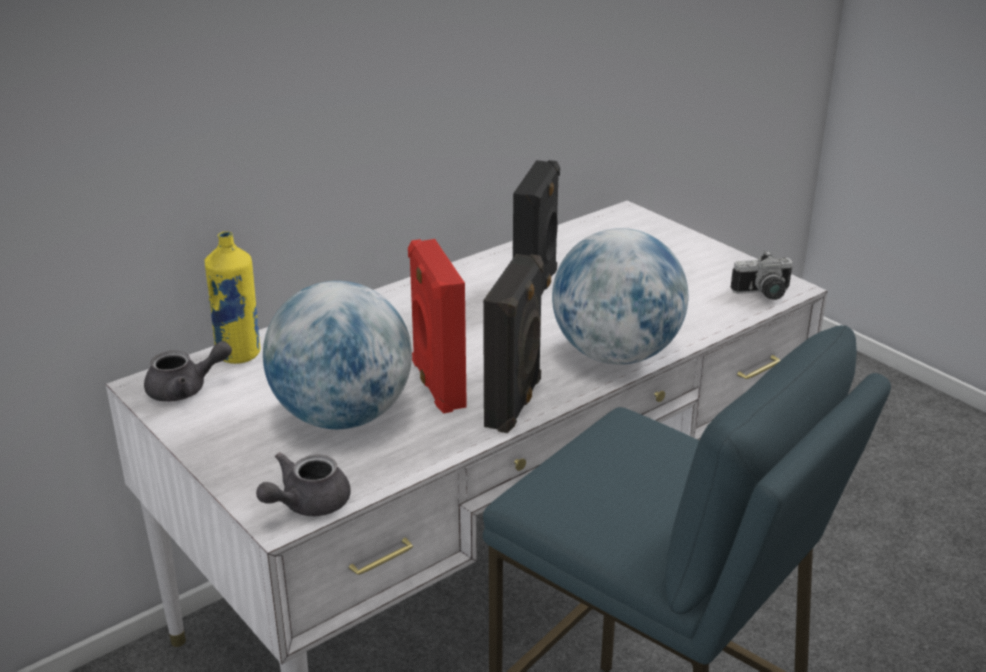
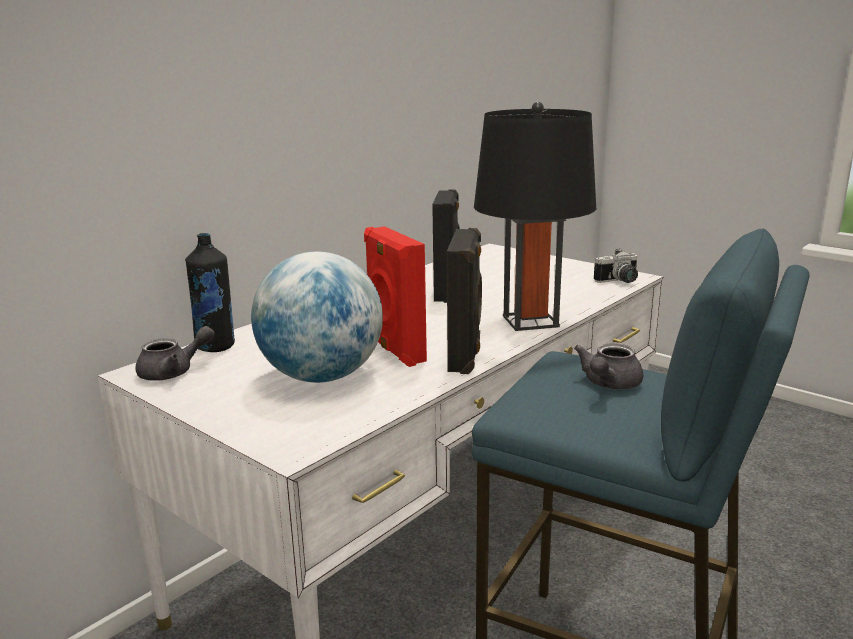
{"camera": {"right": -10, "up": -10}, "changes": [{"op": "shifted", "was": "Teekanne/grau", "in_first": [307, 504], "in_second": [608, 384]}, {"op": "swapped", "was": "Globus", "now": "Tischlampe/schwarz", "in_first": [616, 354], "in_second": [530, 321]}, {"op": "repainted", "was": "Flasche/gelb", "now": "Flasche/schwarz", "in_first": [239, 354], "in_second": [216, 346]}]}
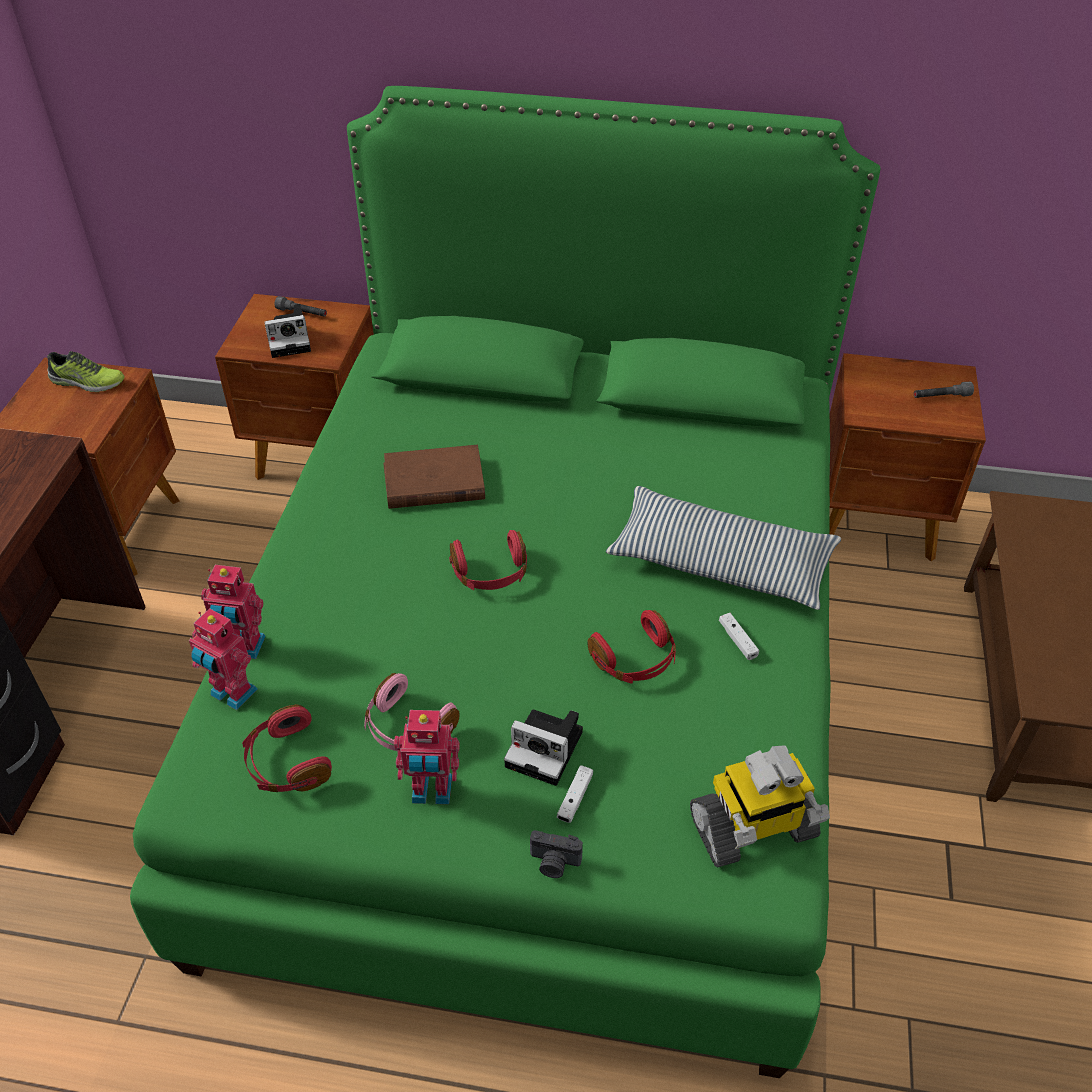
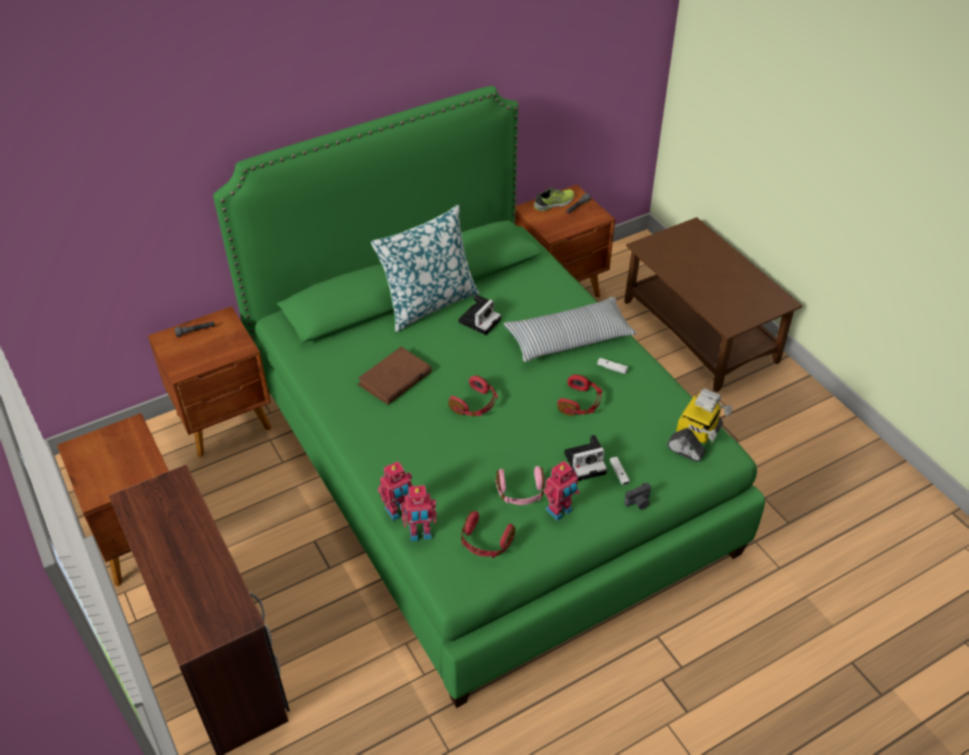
{"camera": {"right": -40, "up": 0}, "changes": [{"op": "new", "now": "Kissen", "in_second": [429, 303]}, {"op": "shifted", "was": "Schuh", "in_first": [87, 382], "in_second": [554, 203]}, {"op": "shifted", "was": "Kamera", "in_first": [290, 340], "in_second": [480, 320]}]}
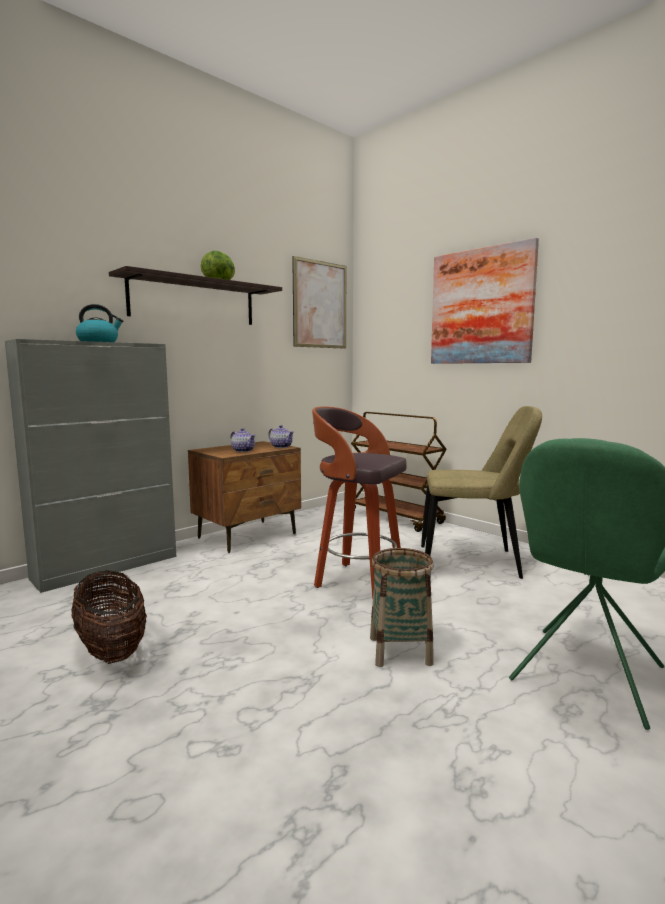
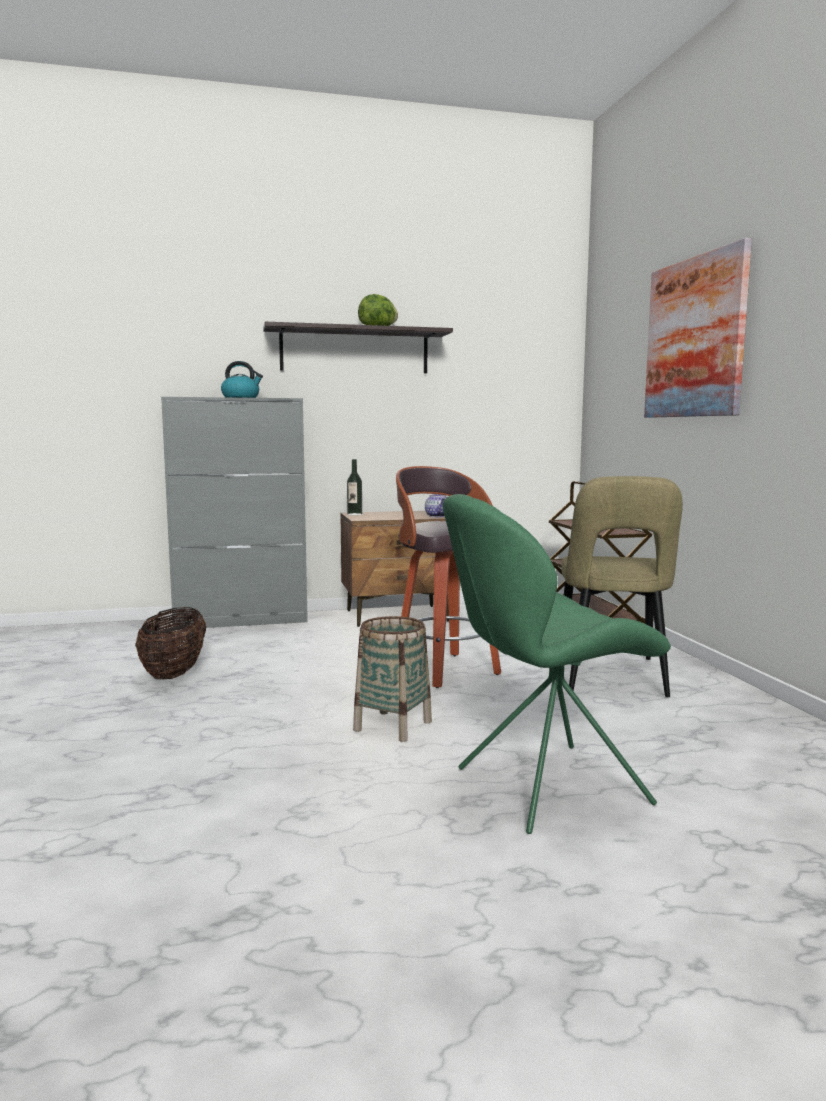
{"camera": {"right": 30, "up": 0}, "changes": [{"op": "gone", "was": "Teekanne", "in_first": [243, 451]}, {"op": "gone", "was": "Bild", "in_first": [320, 305]}, {"op": "new", "now": "Flasche", "in_second": [354, 514]}, {"op": "rotated", "was": "Stuhl/beige", "in_first": [474, 562], "in_second": [611, 678], "clockwise": 60}]}
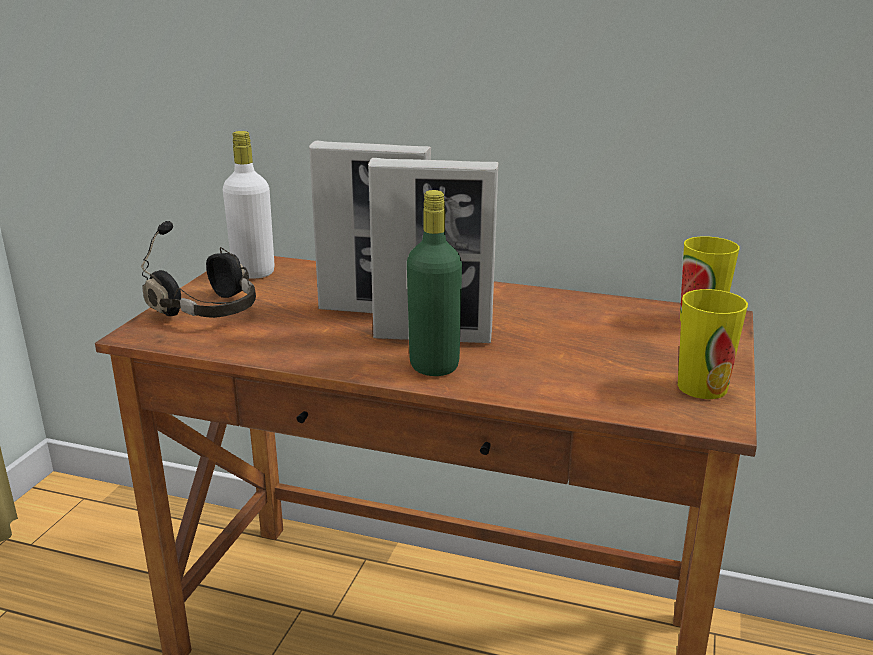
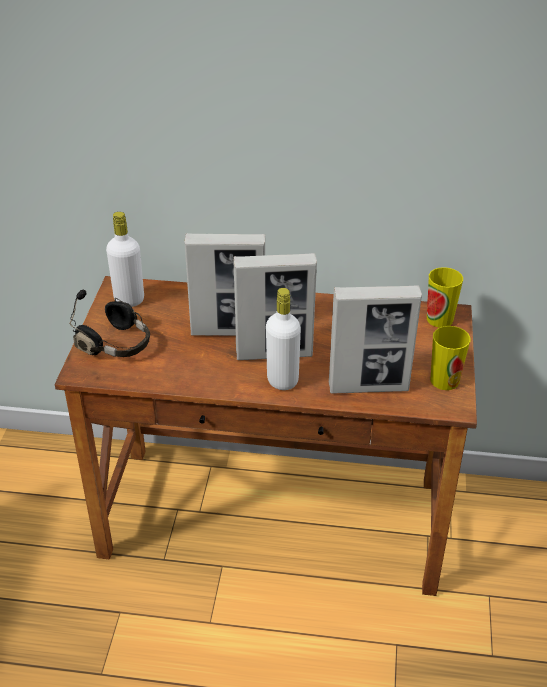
{"camera": {"right": -10, "up": 15}, "changes": [{"op": "new", "now": "Bilderrahmen", "in_second": [369, 387]}, {"op": "repainted", "was": "Flasche/grün", "now": "Flasche/weiß", "in_first": [434, 366], "in_second": [282, 380]}]}
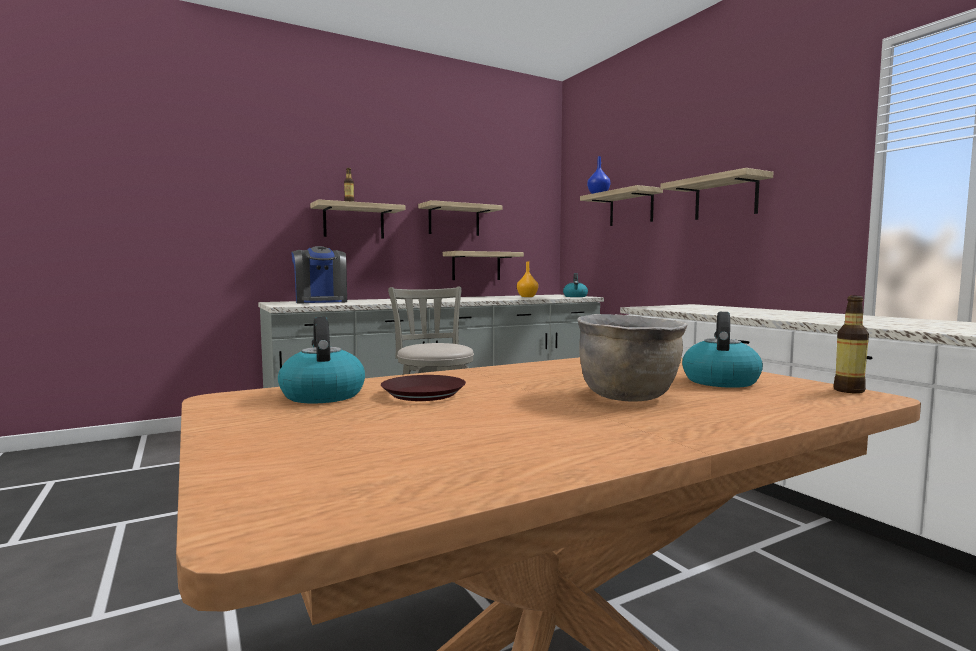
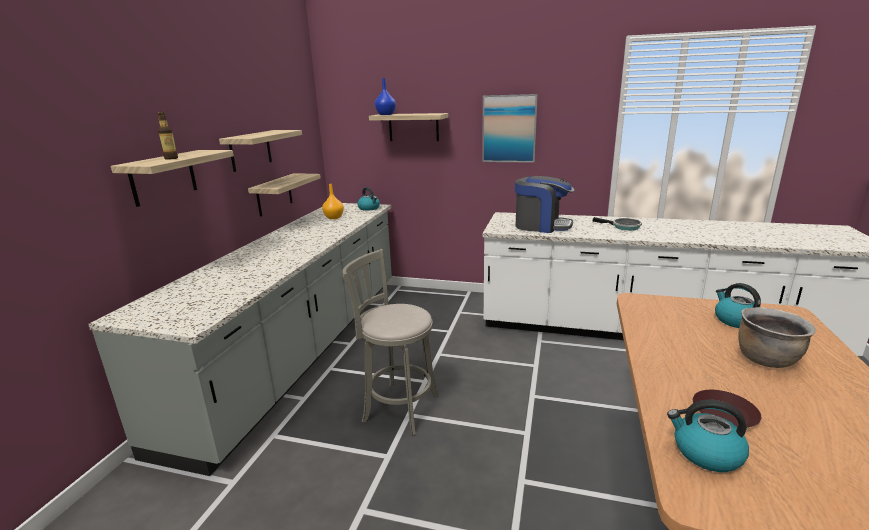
{"camera": {"right": -45, "up": 15}, "changes": [{"op": "gone", "was": "Flasche", "in_first": [848, 390]}, {"op": "new", "now": "Pfanne", "in_second": [623, 227]}, {"op": "shifted", "was": "Kaffeemaschine", "in_first": [321, 302], "in_second": [541, 226]}, {"op": "swapped", "was": "Wandregal", "now": "Bild", "in_first": [725, 198], "in_second": [509, 129]}]}
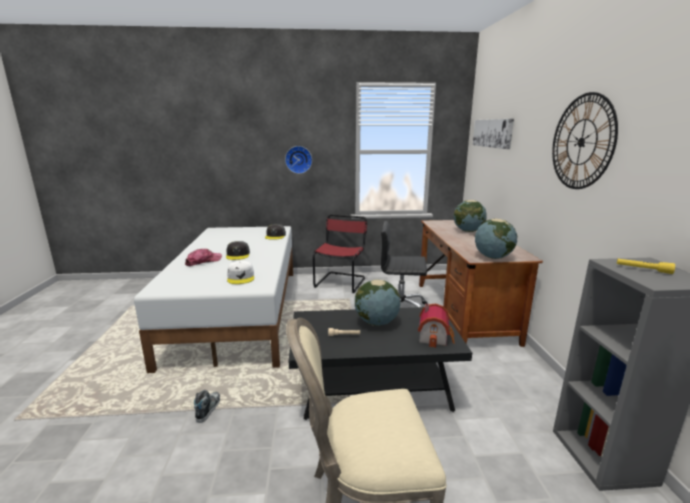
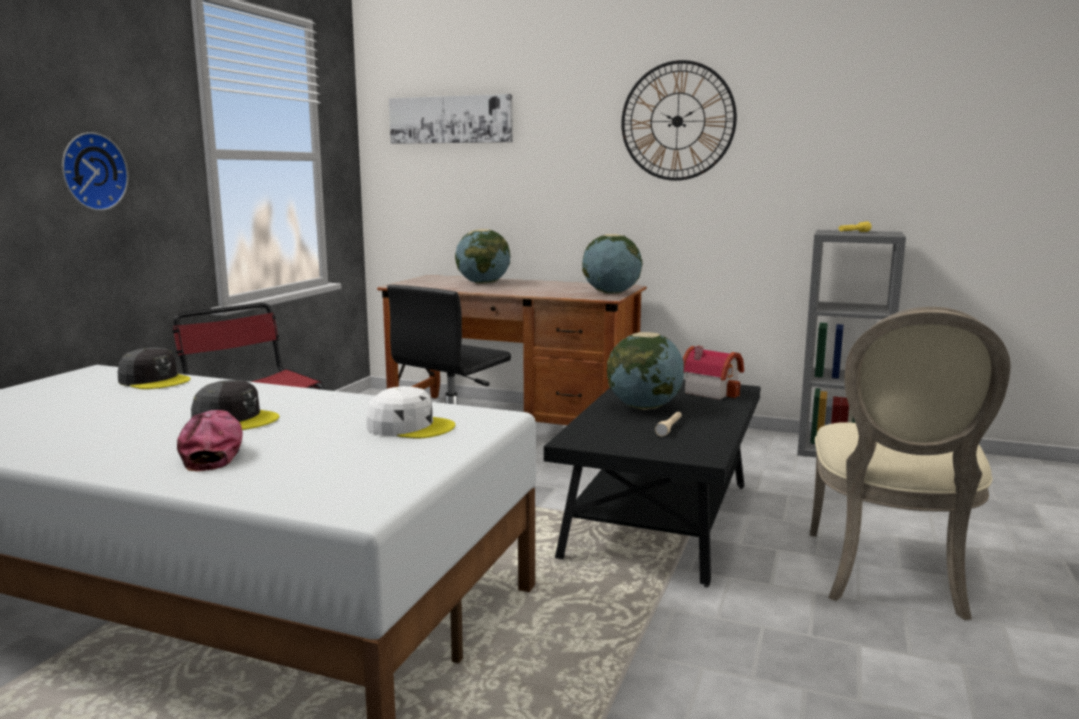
{"camera": {"right": -65, "up": -5}, "changes": [{"op": "gone", "was": "Schuh", "in_first": [208, 409]}]}
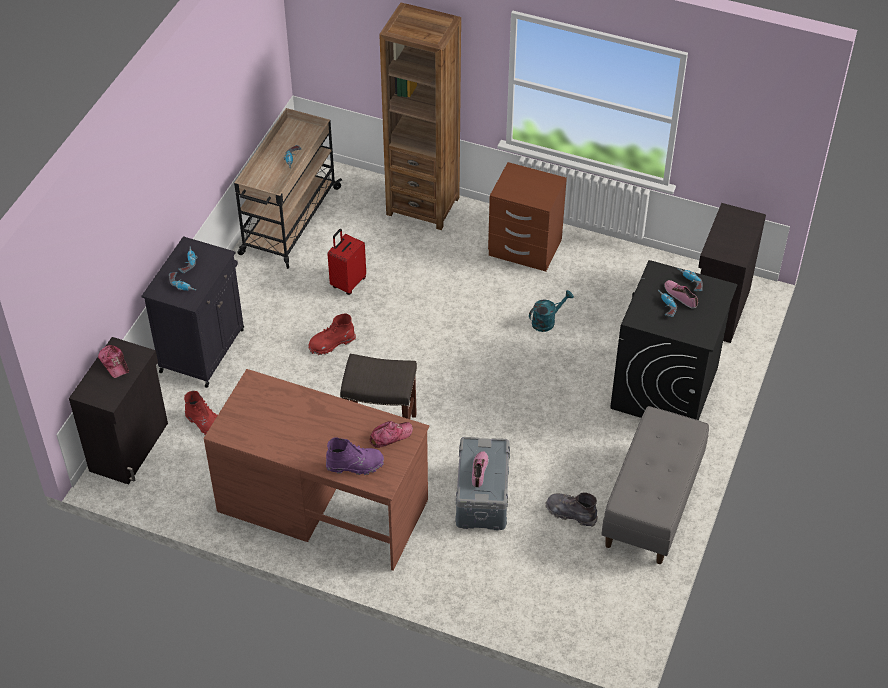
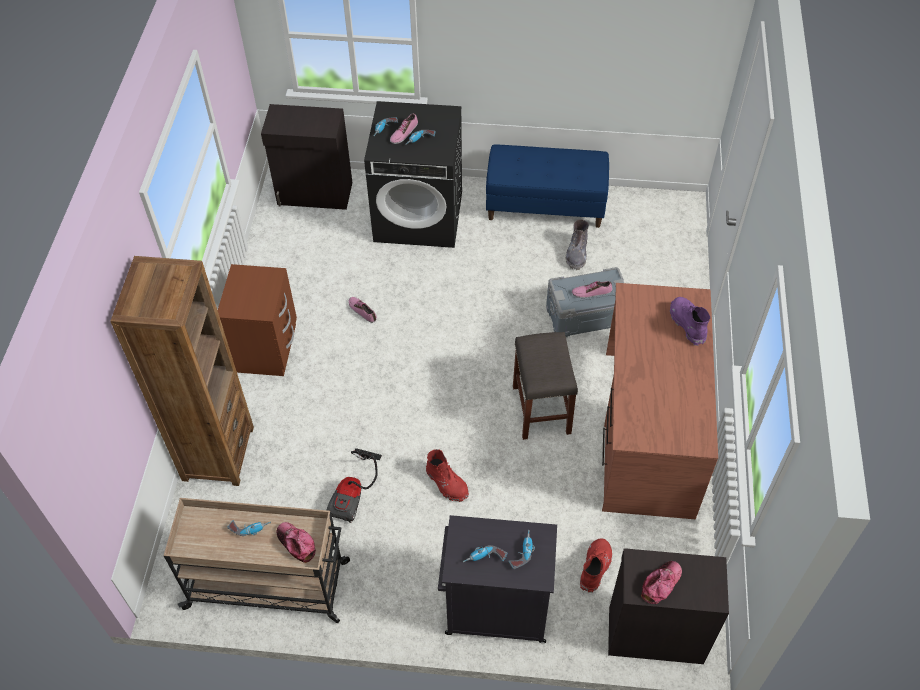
{"camera": {"right": -105, "up": 5}, "changes": [{"op": "shifted", "was": "Kappe", "in_first": [390, 436], "in_second": [296, 543]}, {"op": "swapped", "was": "Koffer/rot", "now": "Staubsauger", "in_first": [347, 283], "in_second": [355, 494]}, {"op": "swapped", "was": "Gießkanne/türkis", "now": "Schuh", "in_first": [547, 321], "in_second": [362, 311]}, {"op": "repainted", "was": "Bank/grau", "now": "Bank/blau", "in_first": [652, 504], "in_second": [545, 205]}]}
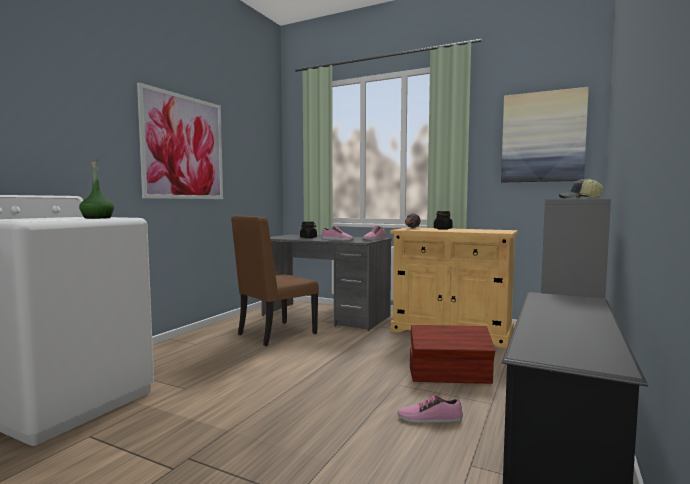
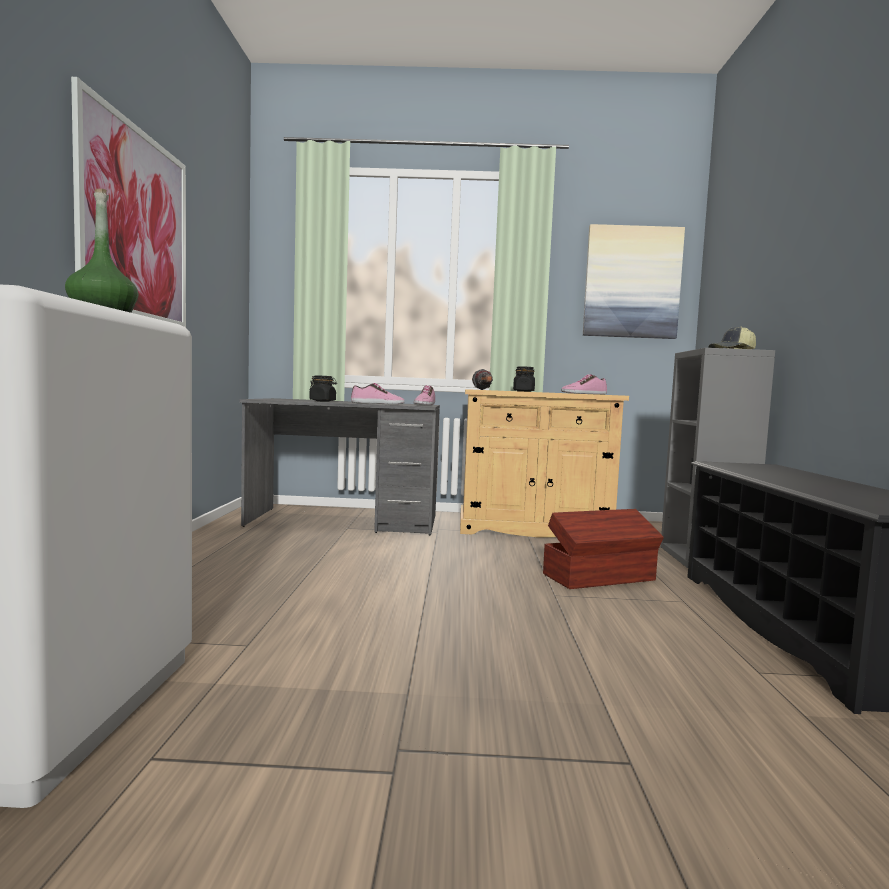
{"camera": {"right": -25, "up": 0}, "changes": [{"op": "gone", "was": "Stuhl/braun", "in_first": [275, 334]}, {"op": "shifted", "was": "Schuh", "in_first": [429, 418], "in_second": [584, 393]}]}
